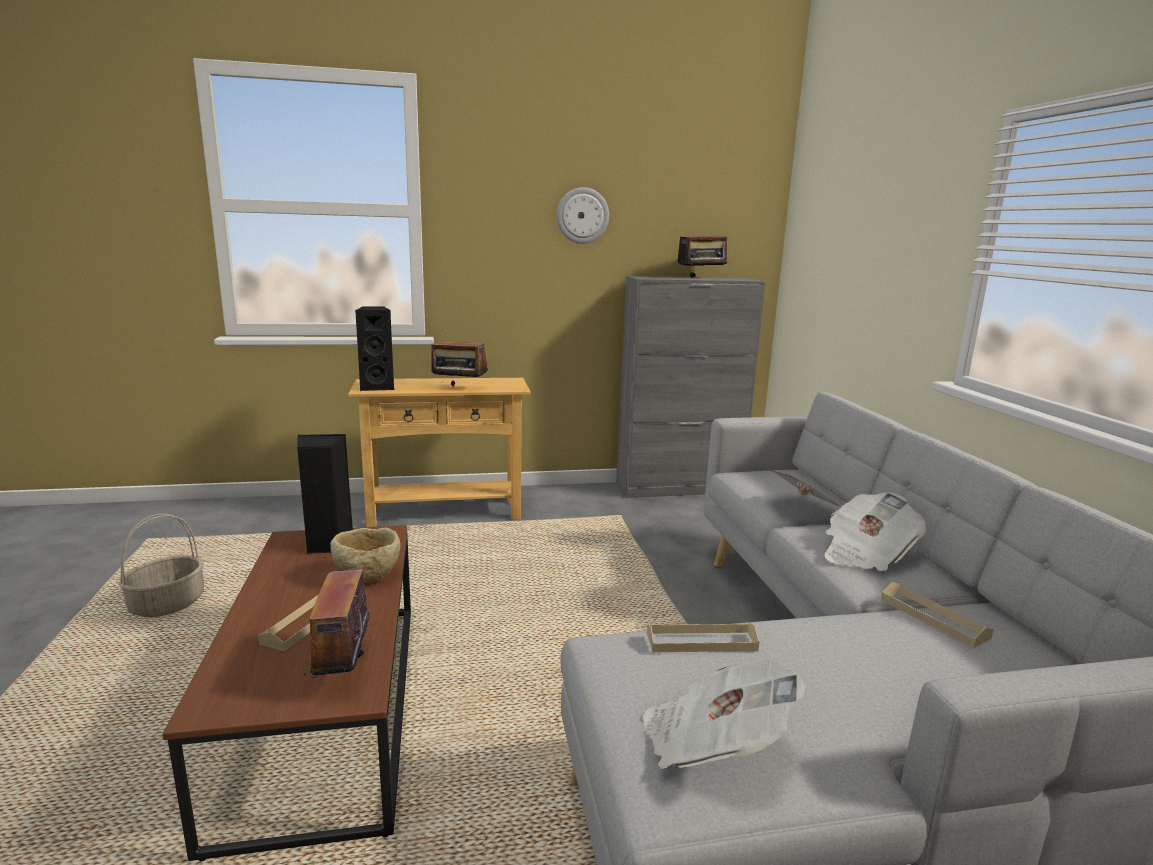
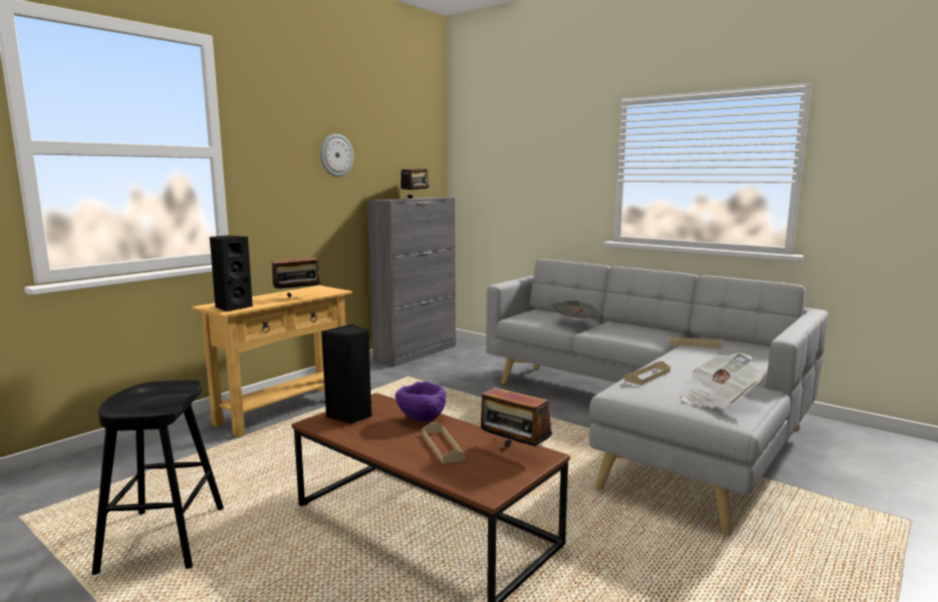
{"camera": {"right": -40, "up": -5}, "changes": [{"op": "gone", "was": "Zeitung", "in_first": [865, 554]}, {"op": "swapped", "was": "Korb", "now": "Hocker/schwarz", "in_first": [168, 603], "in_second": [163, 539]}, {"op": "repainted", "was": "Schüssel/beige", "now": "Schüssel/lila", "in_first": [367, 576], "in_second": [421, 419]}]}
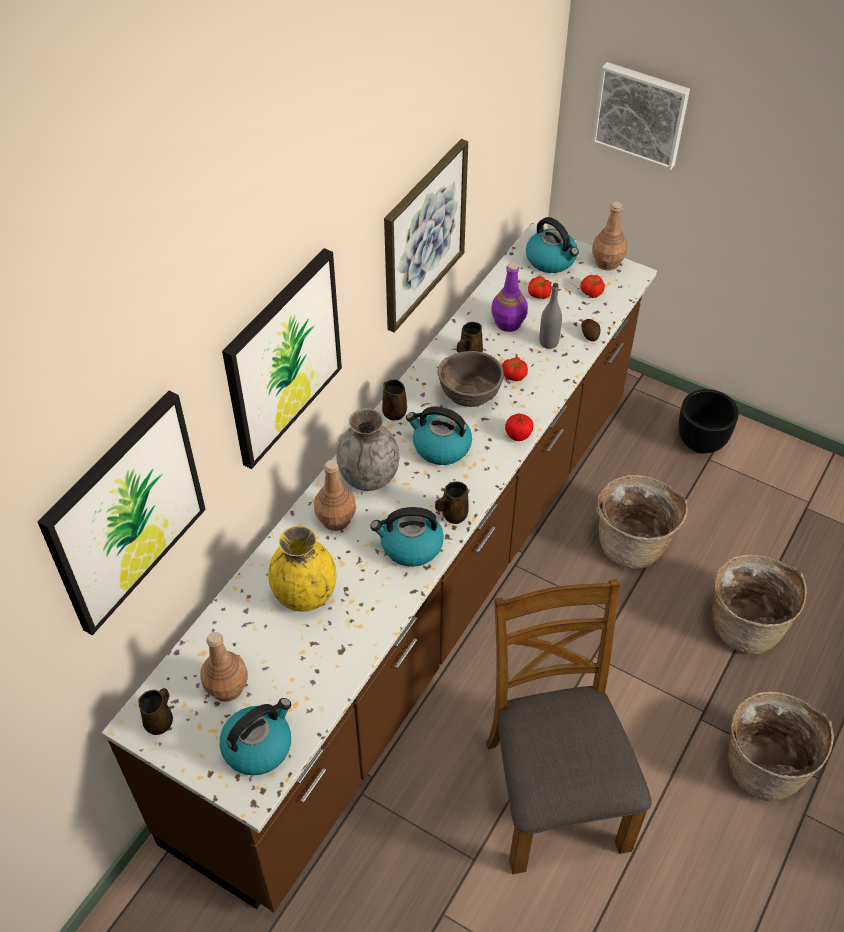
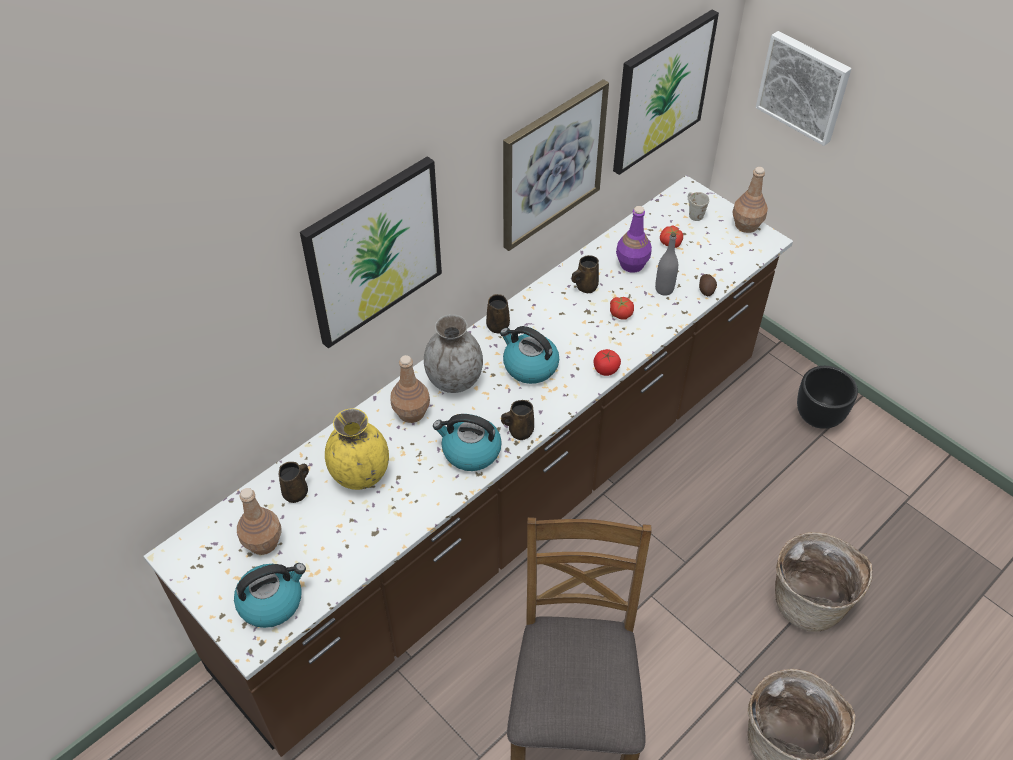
{"camera": {"right": 15, "up": 0}, "changes": [{"op": "gone", "was": "Schüssel/braun", "in_first": [470, 398]}, {"op": "gone", "was": "Tomate", "in_first": [591, 292]}, {"op": "gone", "was": "Korb", "in_first": [634, 542]}, {"op": "shifted", "was": "Bild", "in_first": [125, 512], "in_second": [661, 91]}, {"op": "shifted", "was": "Henkelbecher/braun", "in_first": [160, 721], "in_second": [297, 492]}, {"op": "swapped", "was": "Wasserkessel", "now": "Henkelbecher/weiß", "in_first": [551, 260], "in_second": [693, 213]}]}
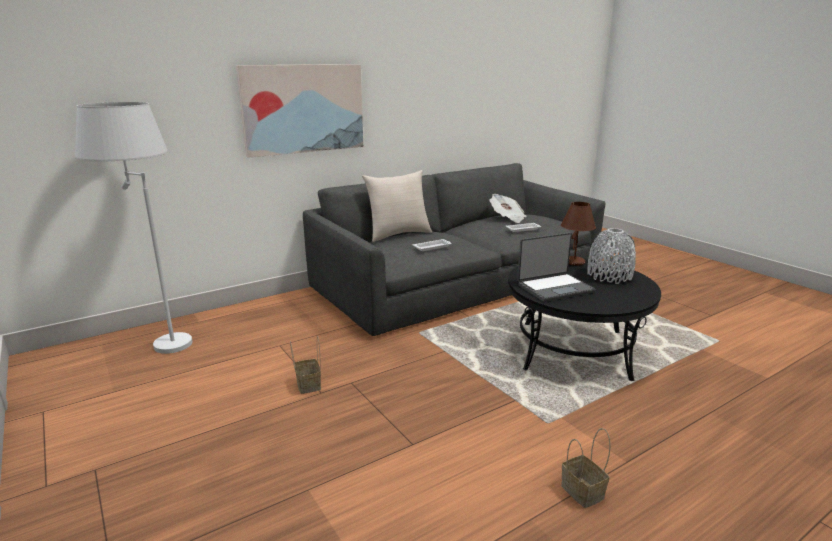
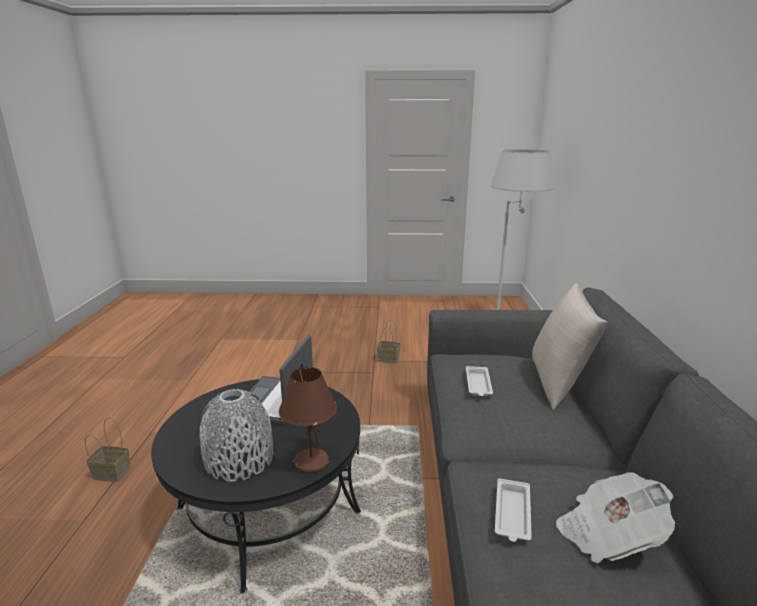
{"camera": {"right": 125, "up": 0}, "changes": [{"op": "gone", "was": "Bild", "in_first": [303, 109]}, {"op": "shifted", "was": "Korb", "in_first": [584, 492], "in_second": [110, 473]}]}
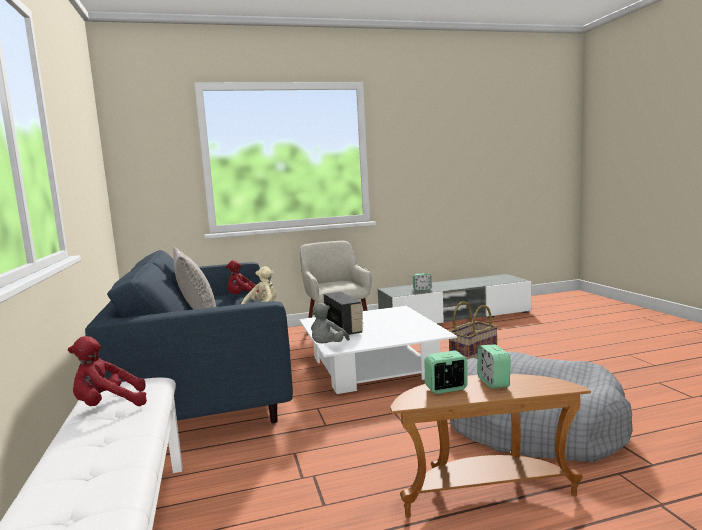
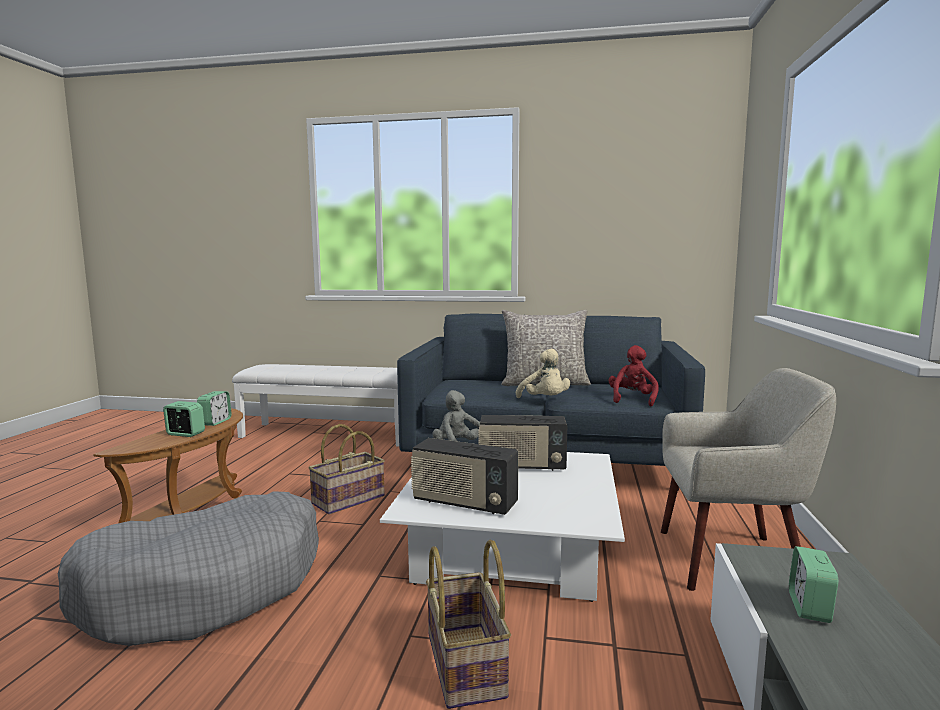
{"camera": {"right": 115, "up": 0}, "changes": [{"op": "gone", "was": "Plüschtier/rot", "in_first": [108, 406]}, {"op": "new", "now": "Korb", "in_second": [348, 500]}, {"op": "new", "now": "Radio", "in_second": [464, 503]}]}
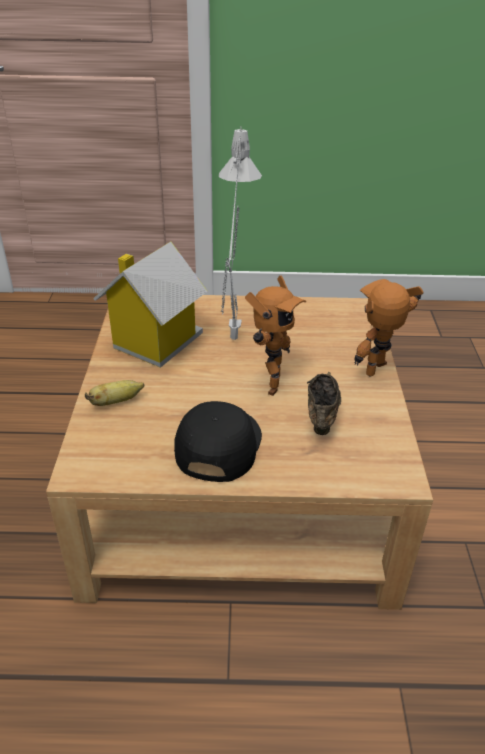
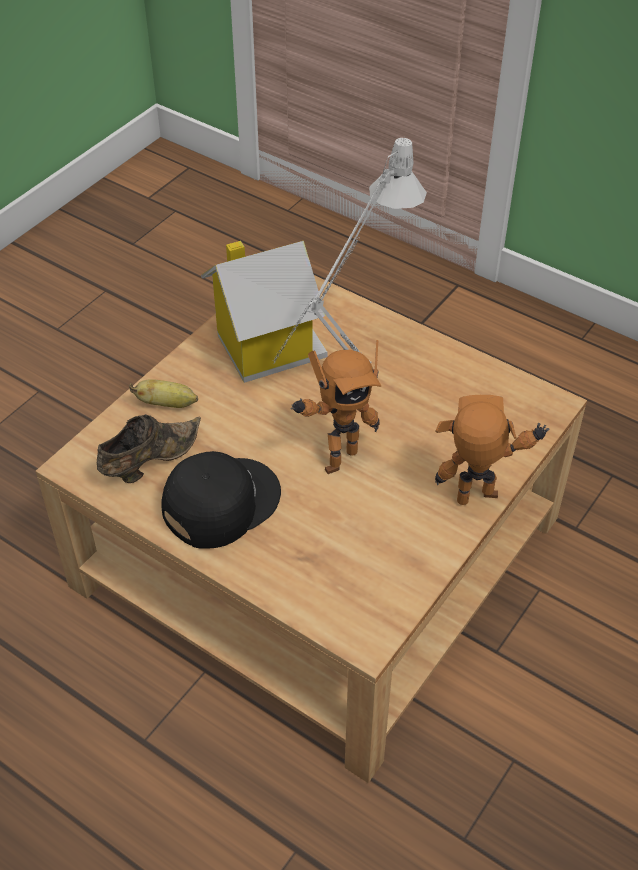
{"camera": {"right": 35, "up": 10}, "changes": [{"op": "shifted", "was": "Schuh/braun", "in_first": [322, 416], "in_second": [149, 462]}]}
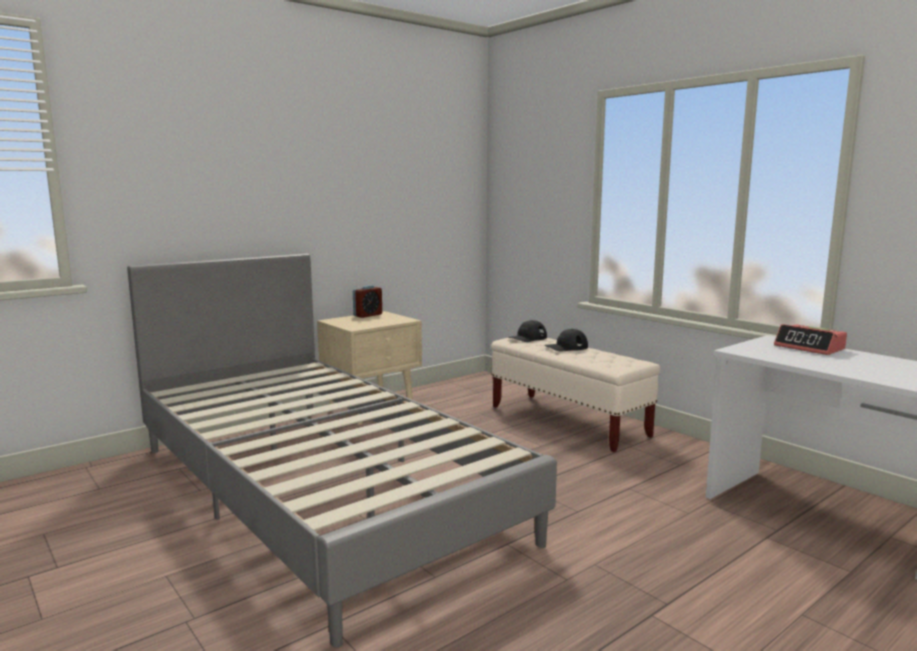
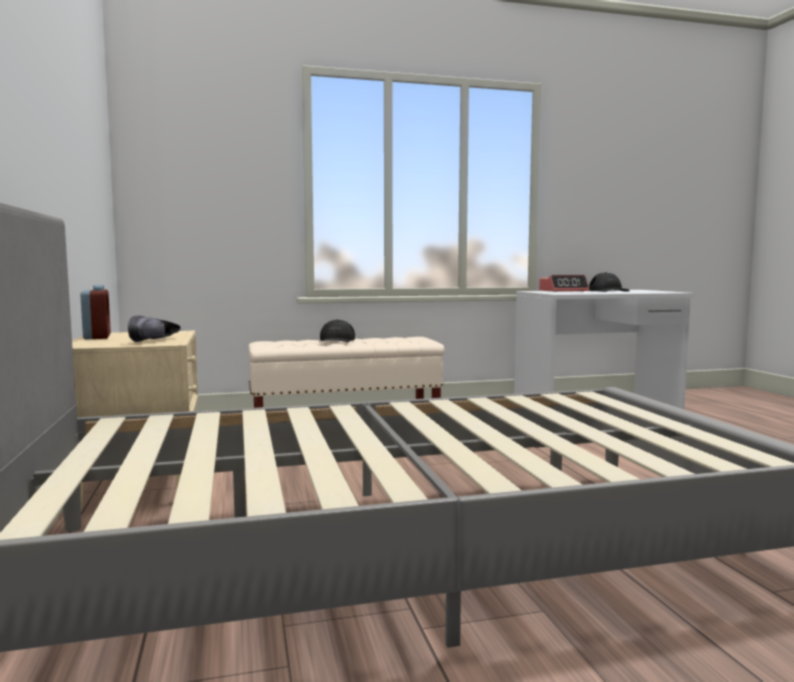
{"camera": {"right": -65, "up": -5}, "changes": [{"op": "new", "now": "Schuh/schwarz", "in_second": [156, 341]}, {"op": "shifted", "was": "Kappe/schwarz", "in_first": [527, 338], "in_second": [608, 291]}]}
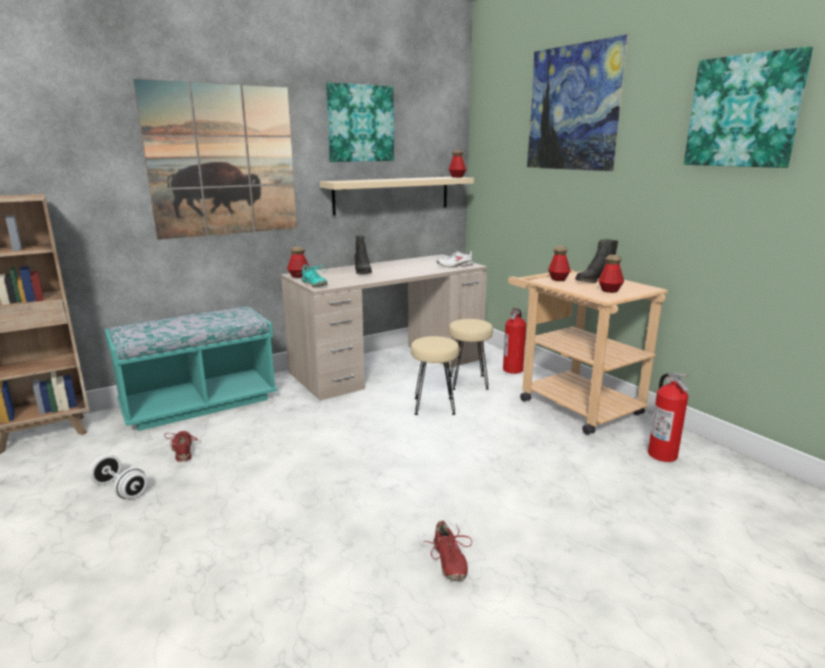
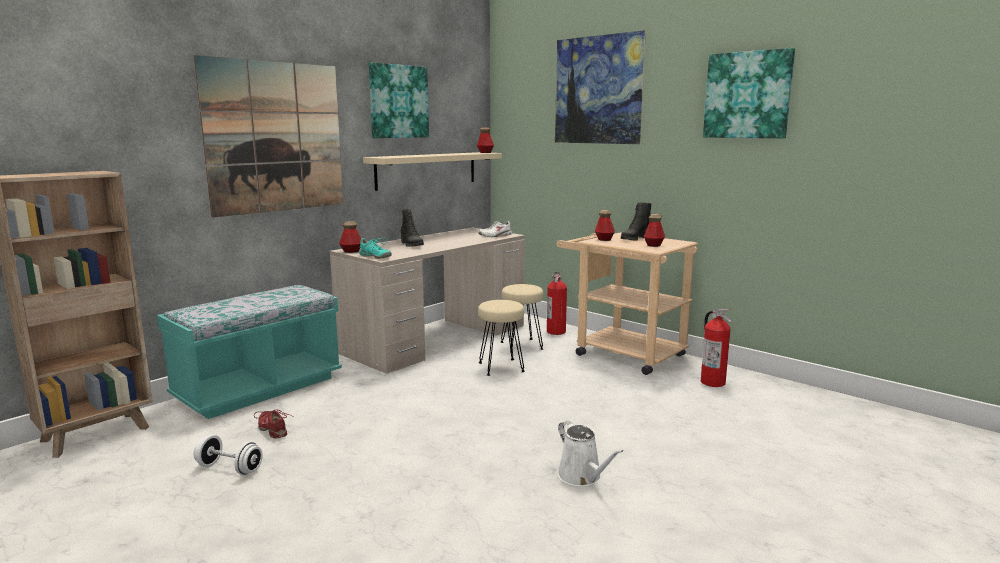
{"camera": {"right": -15, "up": -5}, "changes": [{"op": "swapped", "was": "Schuh/rot", "now": "Gießkanne/weiß", "in_first": [448, 561], "in_second": [582, 477]}]}
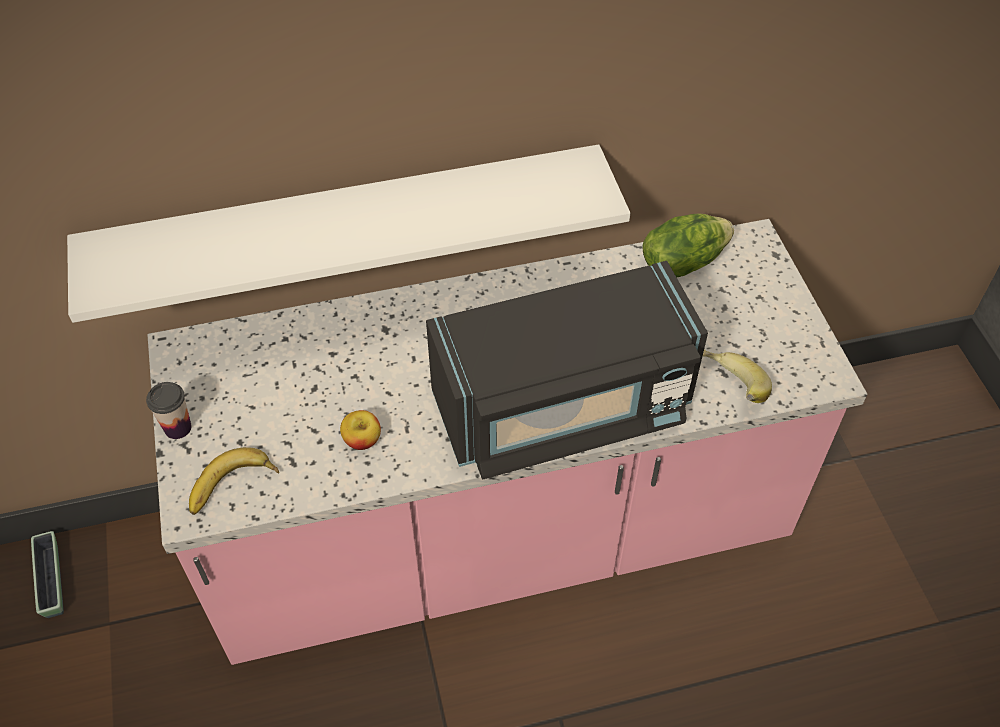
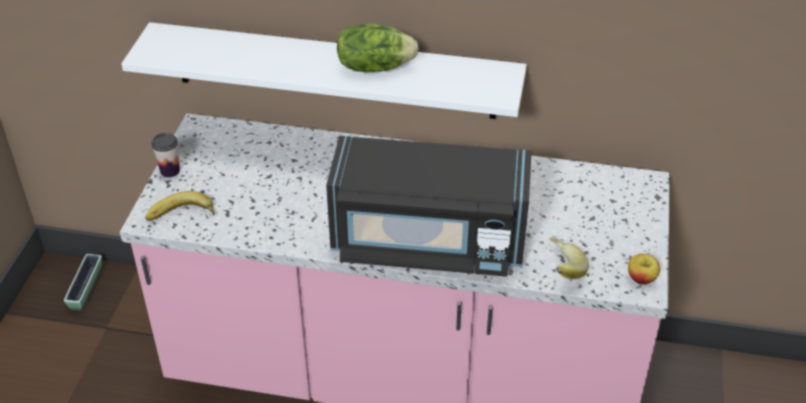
{"camera": {"right": 25, "up": -10}, "changes": [{"op": "shifted", "was": "Apfel", "in_first": [362, 440], "in_second": [641, 278]}, {"op": "shifted", "was": "Salatkopf", "in_first": [682, 262], "in_second": [374, 67]}]}
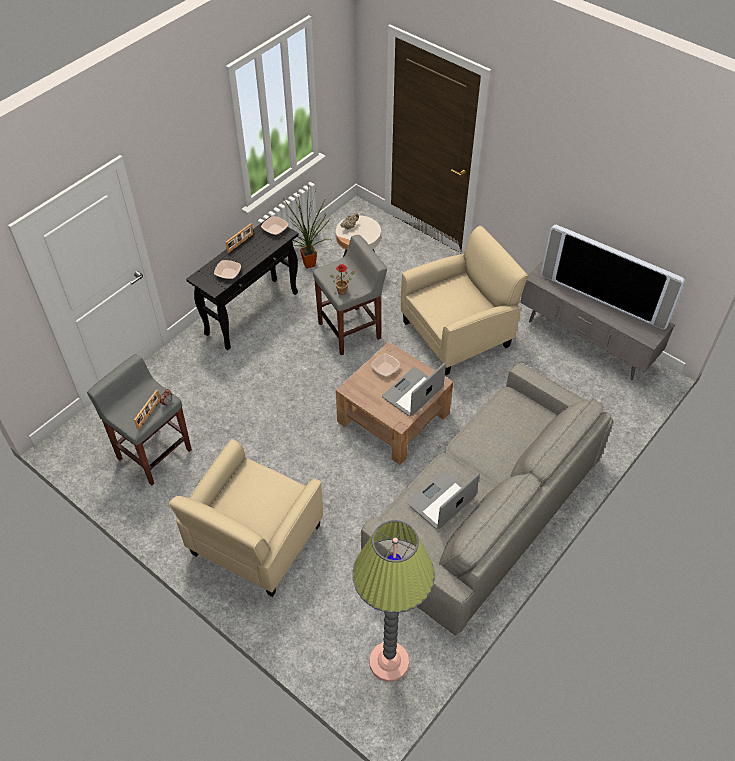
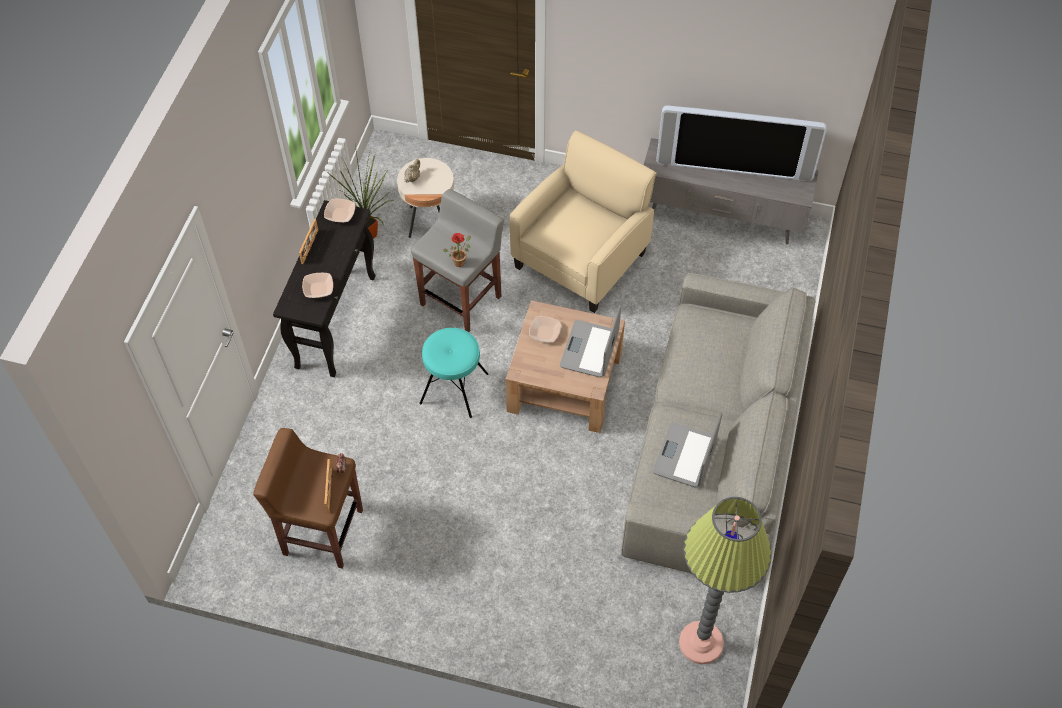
{"camera": {"right": -25, "up": 5}, "changes": [{"op": "gone", "was": "Sessel/beige", "in_first": [255, 541]}, {"op": "new", "now": "Hocker/türkis", "in_second": [454, 388]}, {"op": "repainted", "was": "Hocker/grau", "now": "Hocker/braun", "in_first": [154, 453], "in_second": [321, 531]}]}
